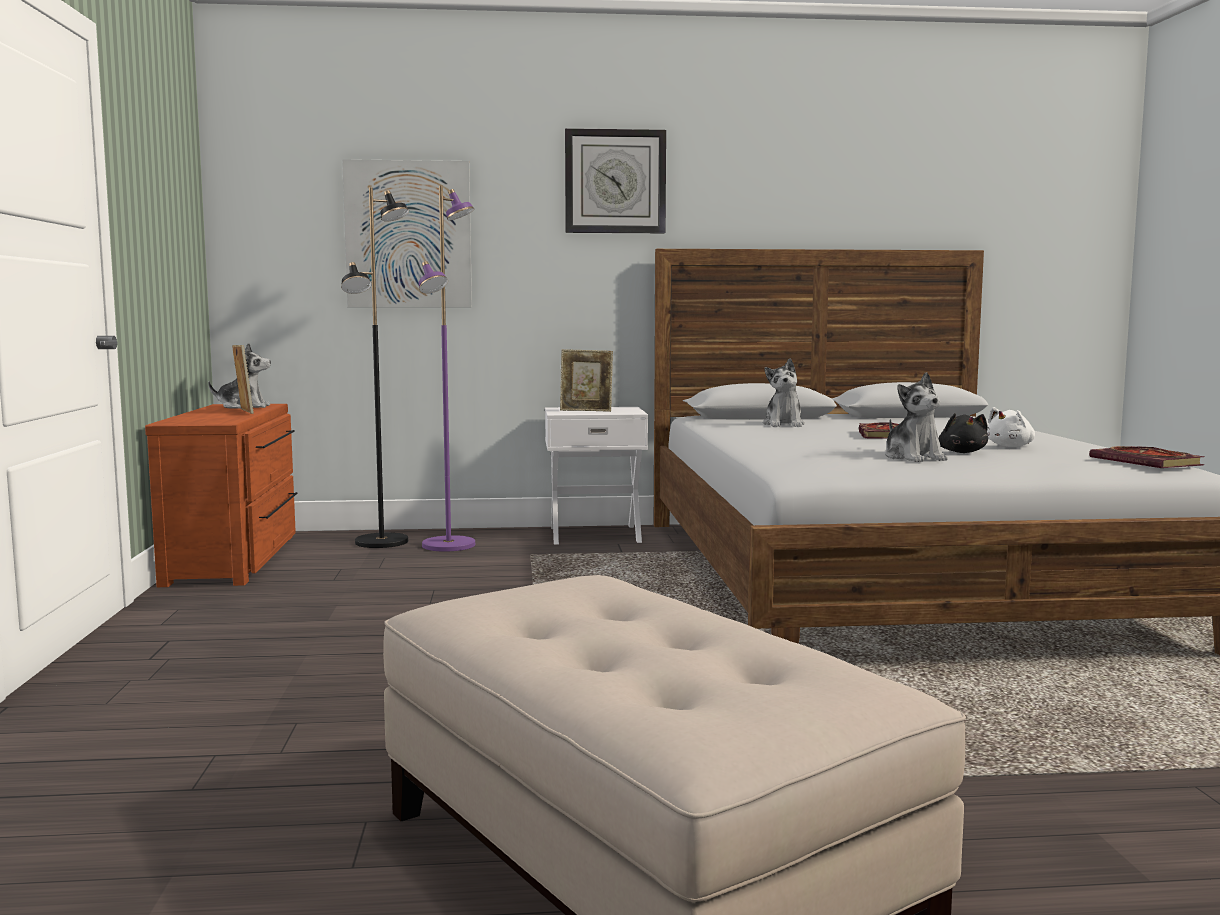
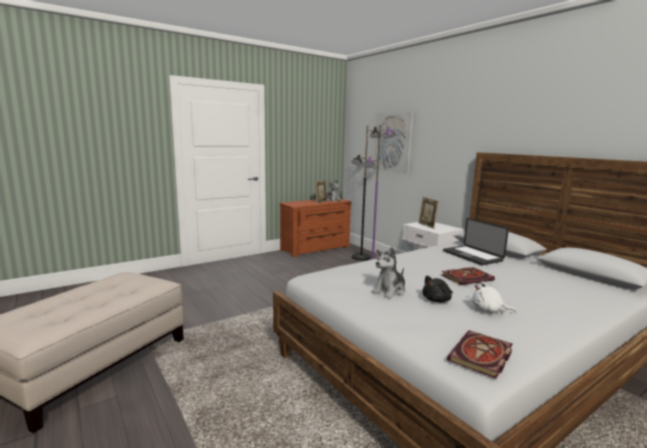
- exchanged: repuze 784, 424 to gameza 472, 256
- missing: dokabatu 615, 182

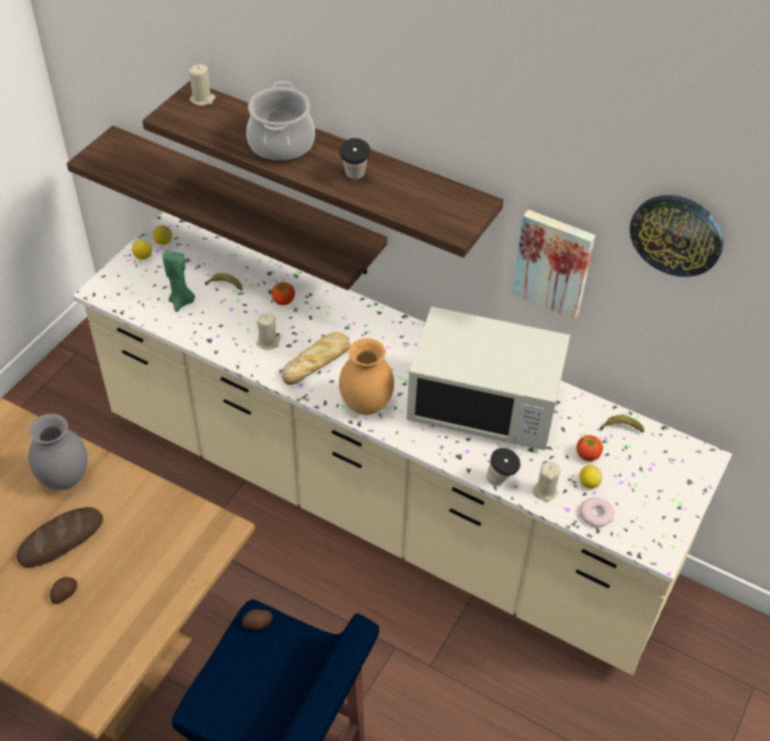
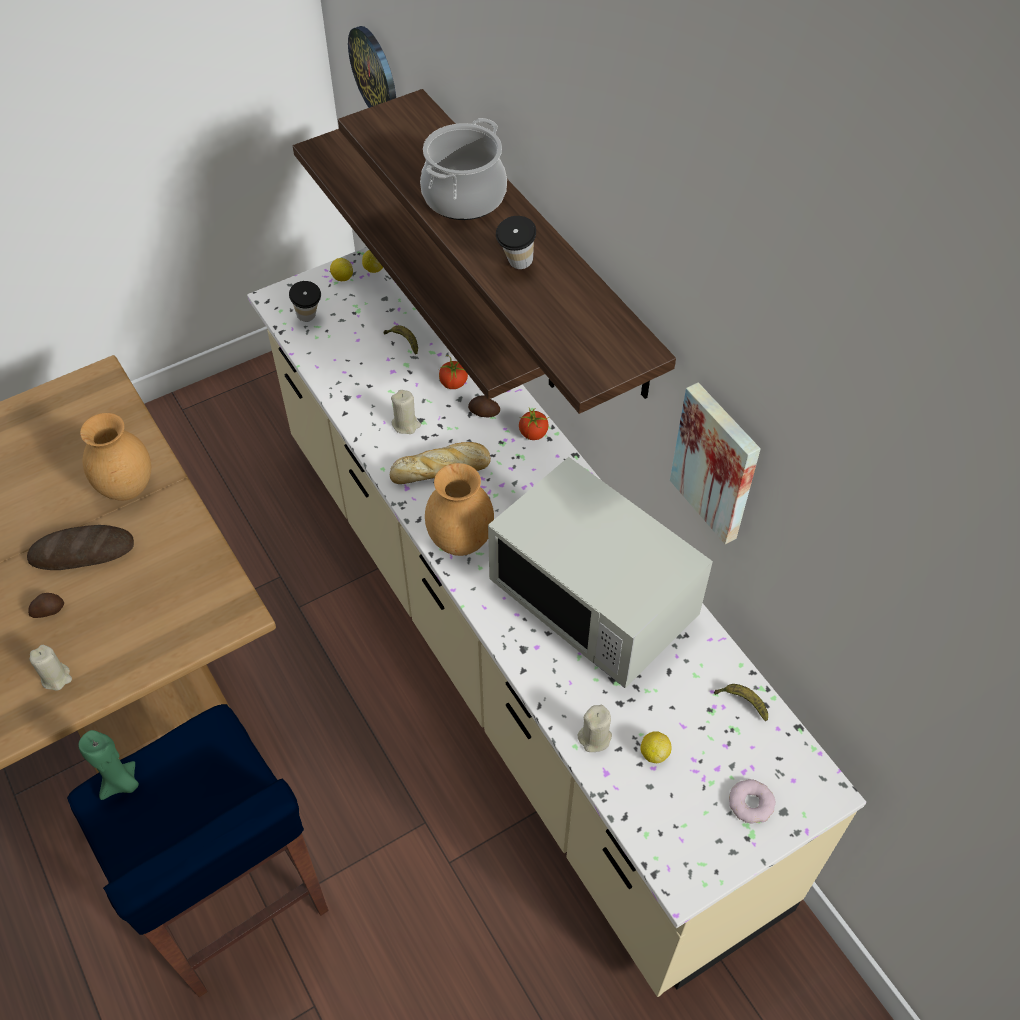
- relocated: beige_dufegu 202, 99 to 56, 677
- relocated: green_dufegu 181, 302 to 121, 783
- colour: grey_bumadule 66, 479 to brown_bumadule 128, 489
- relocated: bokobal 501, 481 to 309, 319
- relocated: dokabatu 677, 234 to 374, 72
- relocated: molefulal 257, 624 to 484, 413
- relocated: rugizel 588, 455 to 533, 434
- relocated: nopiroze 596, 514 to 751, 803

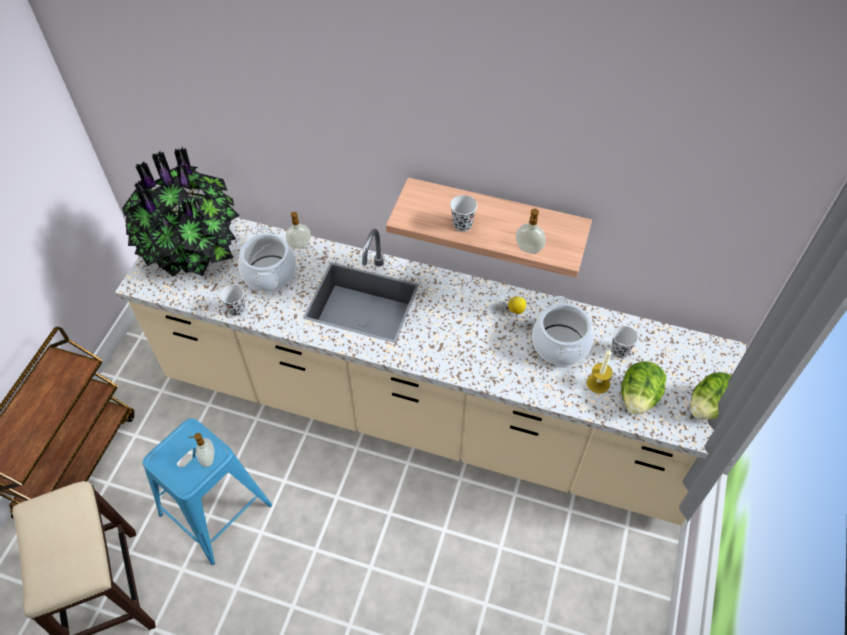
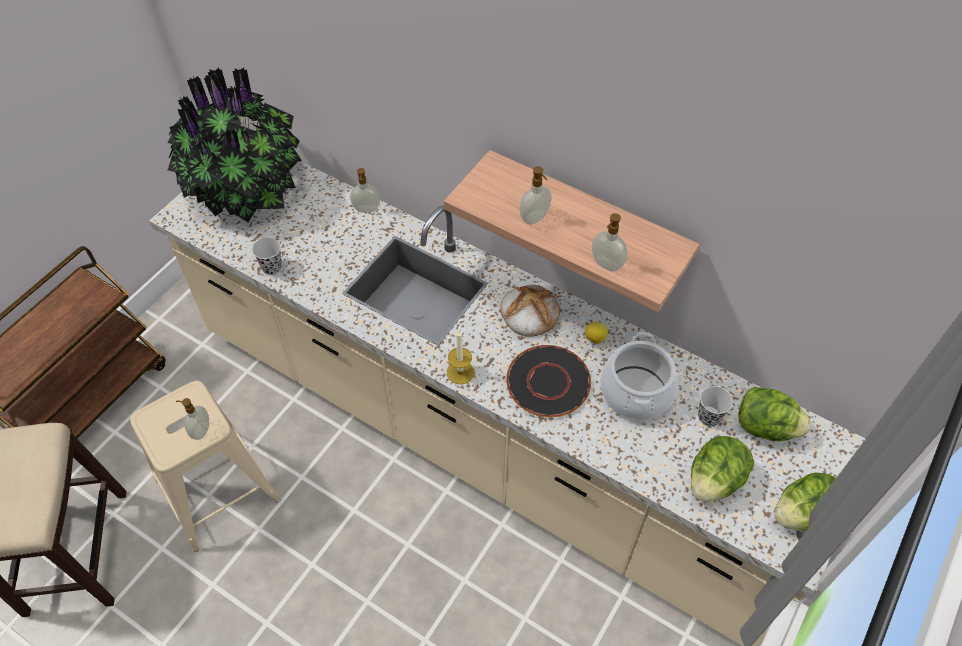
- colour: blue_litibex 215, 509 to beige_litibex 218, 490
- relocated: dufegu 598, 383 to 460, 372
- appeared: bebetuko 529, 312
- appeared: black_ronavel 548, 381
- exchanged: black_bokobal 462, 224 to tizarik 535, 218
- appeared: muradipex 765, 427
- missing: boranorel 270, 273

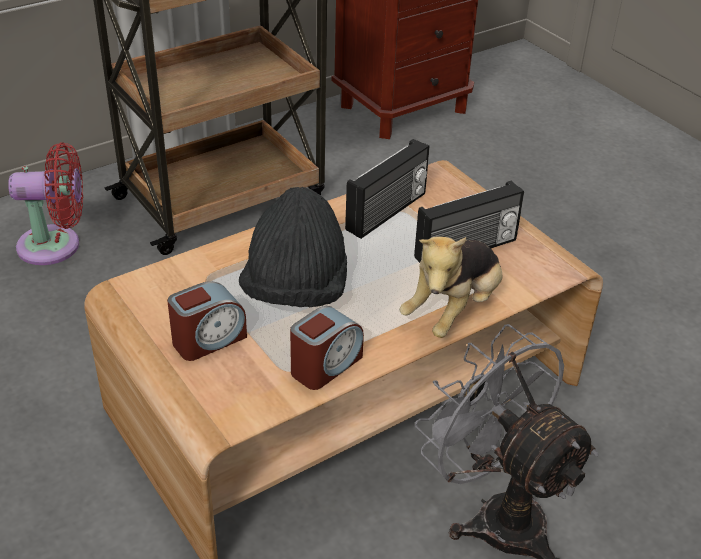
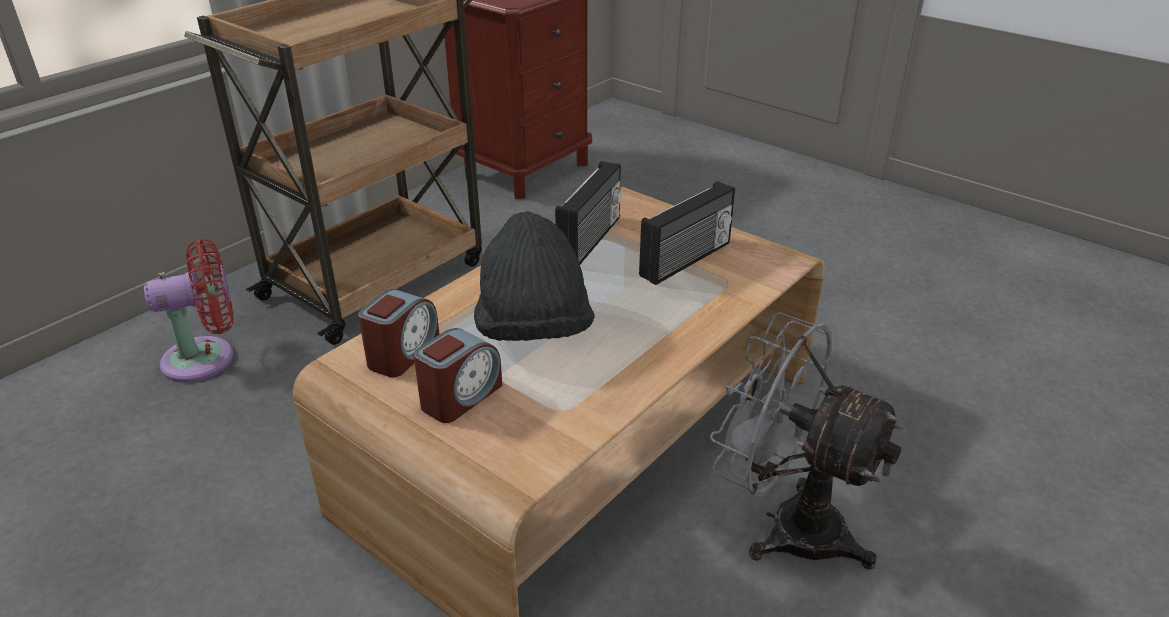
- relocated: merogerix 325, 365 to 403, 353
- missing: repuze 453, 310

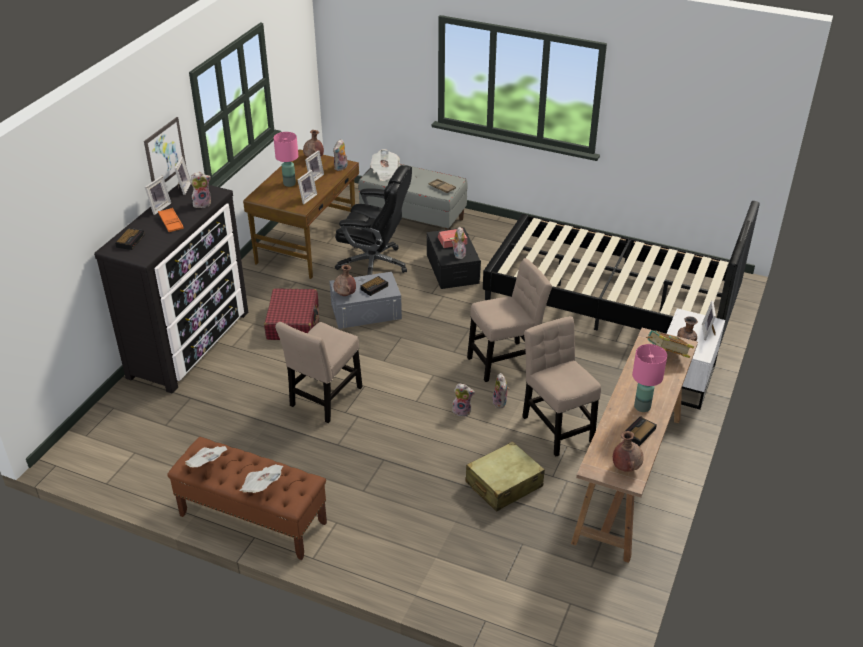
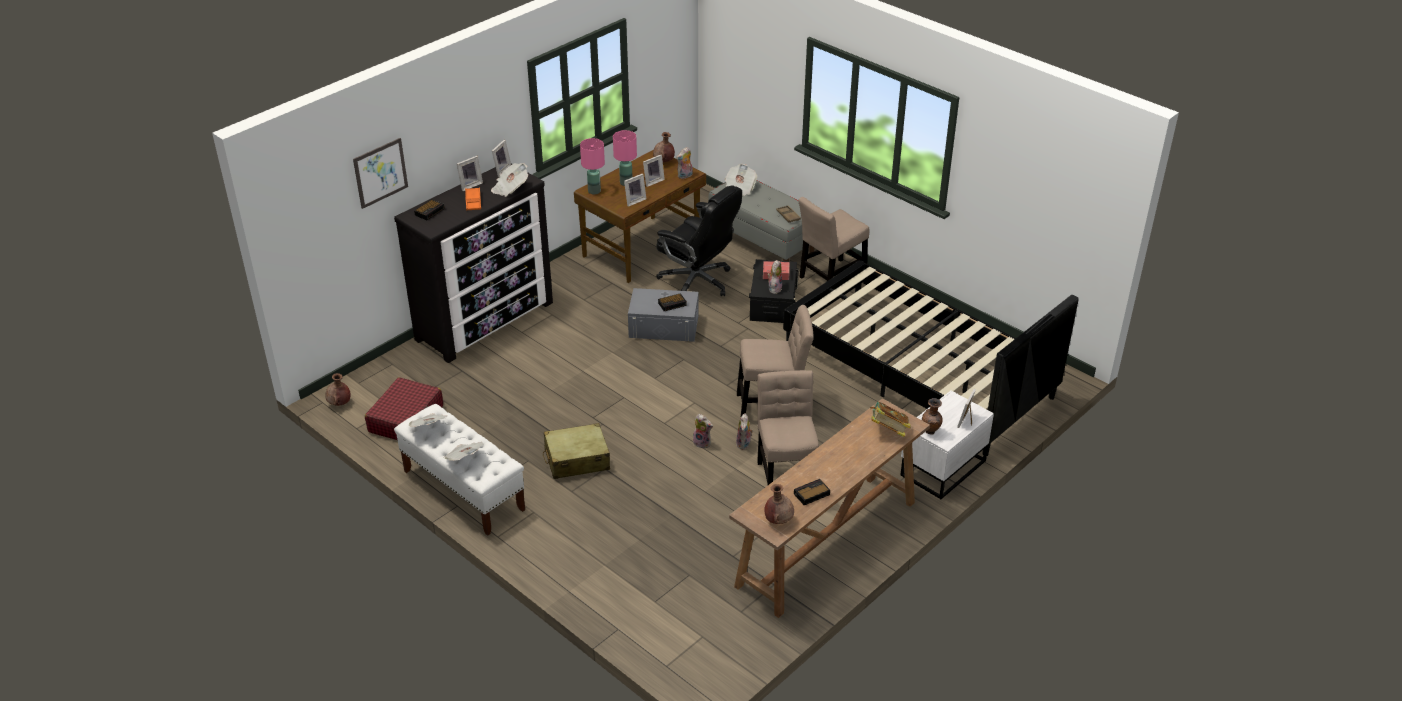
- relocated: brown_bumadule 345, 294 to 339, 404
- relocated: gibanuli 165, 153 to 380, 173
- relocated: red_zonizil 293, 322 to 406, 419
- colour: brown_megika 252, 519 to white_megika 463, 490
- exchanged: repuze 202, 203 to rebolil 510, 188
- relocated: beige_zonizil 503, 484 to 576, 460
- relocated: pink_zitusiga 642, 406 to 594, 191
- relocated: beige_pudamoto 324, 399 to 830, 278

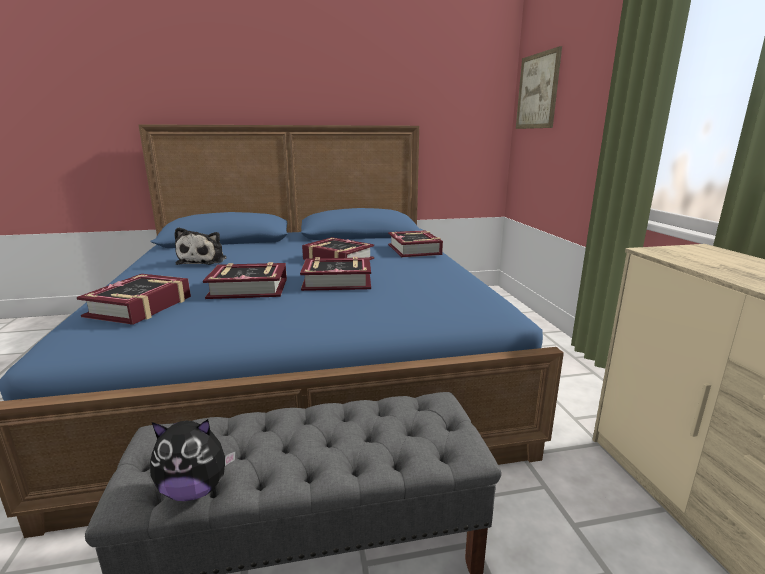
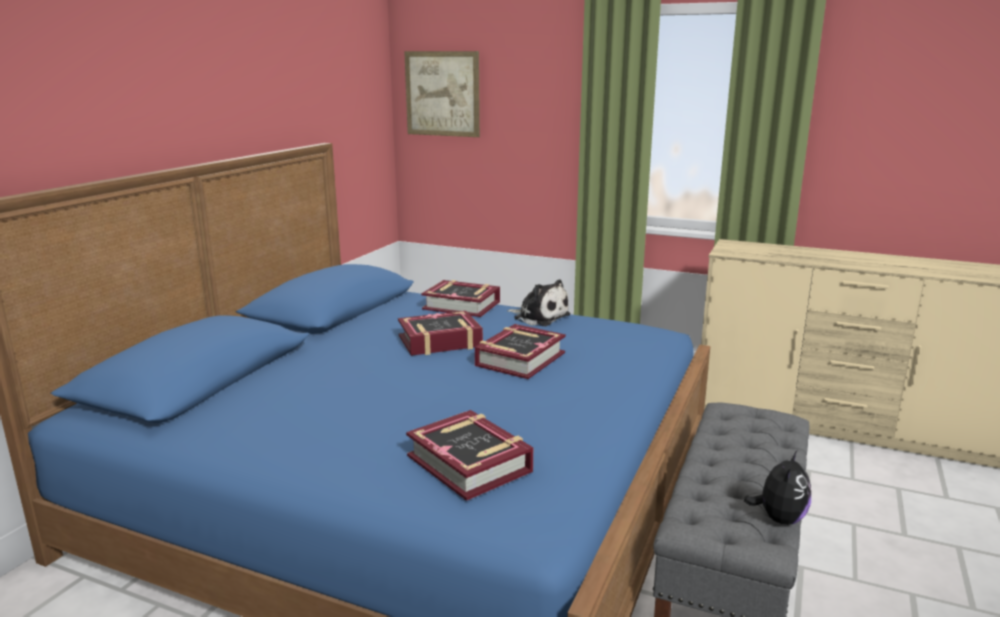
- relocated: repuze 204, 260 to 539, 317
- missing: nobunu 248, 288

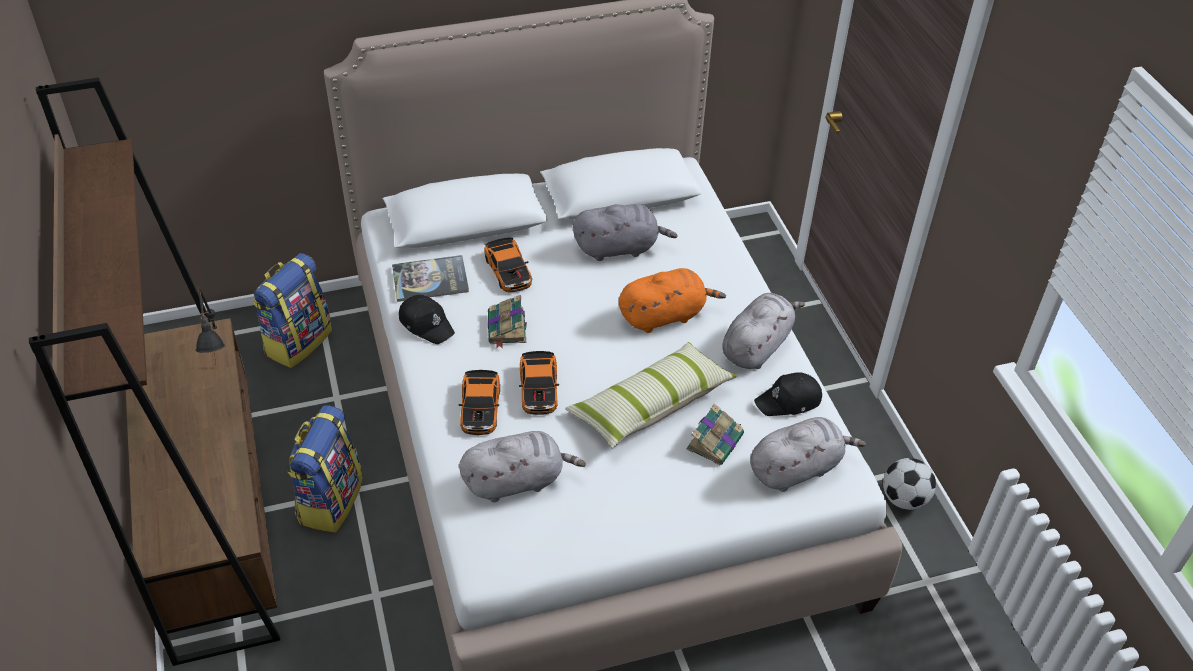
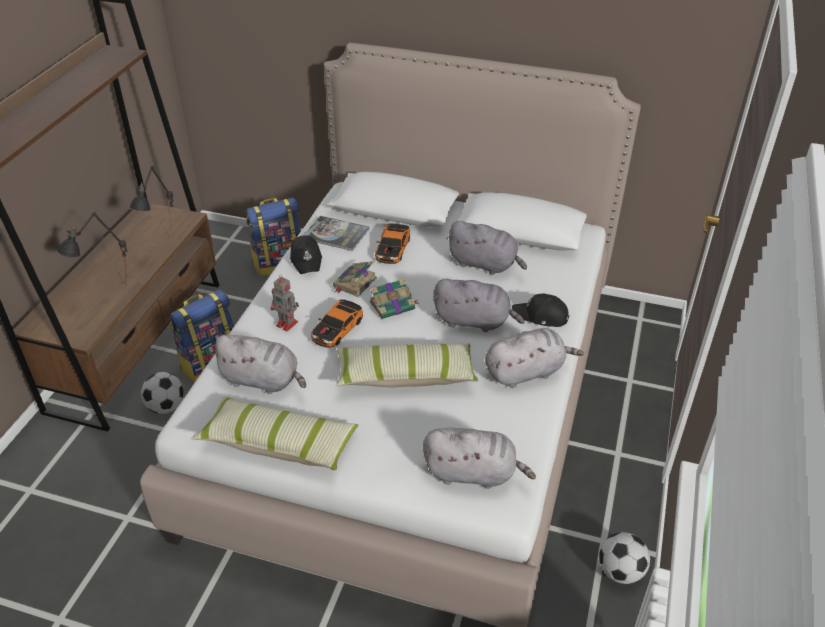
- appeared: black_zitusiga 108, 298
- appeared: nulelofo 166, 406
- appeared: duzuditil 278, 443
- exchanged: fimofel 481, 407 to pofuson 288, 324
- relocated: nobunu 715, 441 to 393, 305
- colour: orange_repuze 664, 315 to grey_repuze 474, 321
- relocated: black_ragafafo 789, 401 to 541, 316

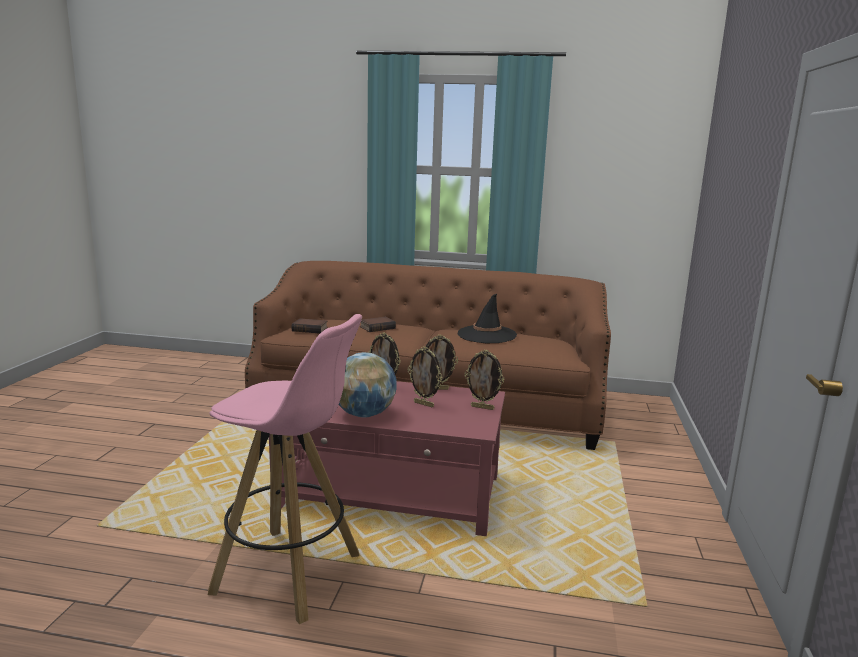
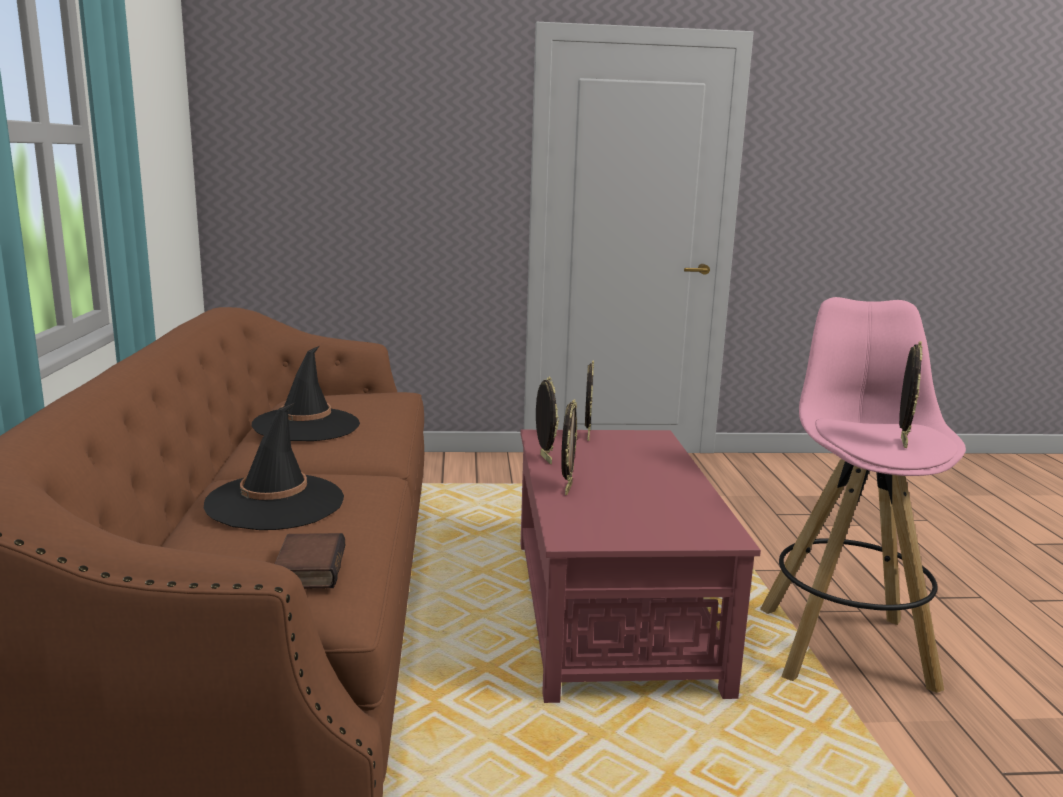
- exchanged: nobunu 377, 327 to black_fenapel 275, 502
- relocated: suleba 424, 404 to 902, 442
- missing: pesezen 364, 414

